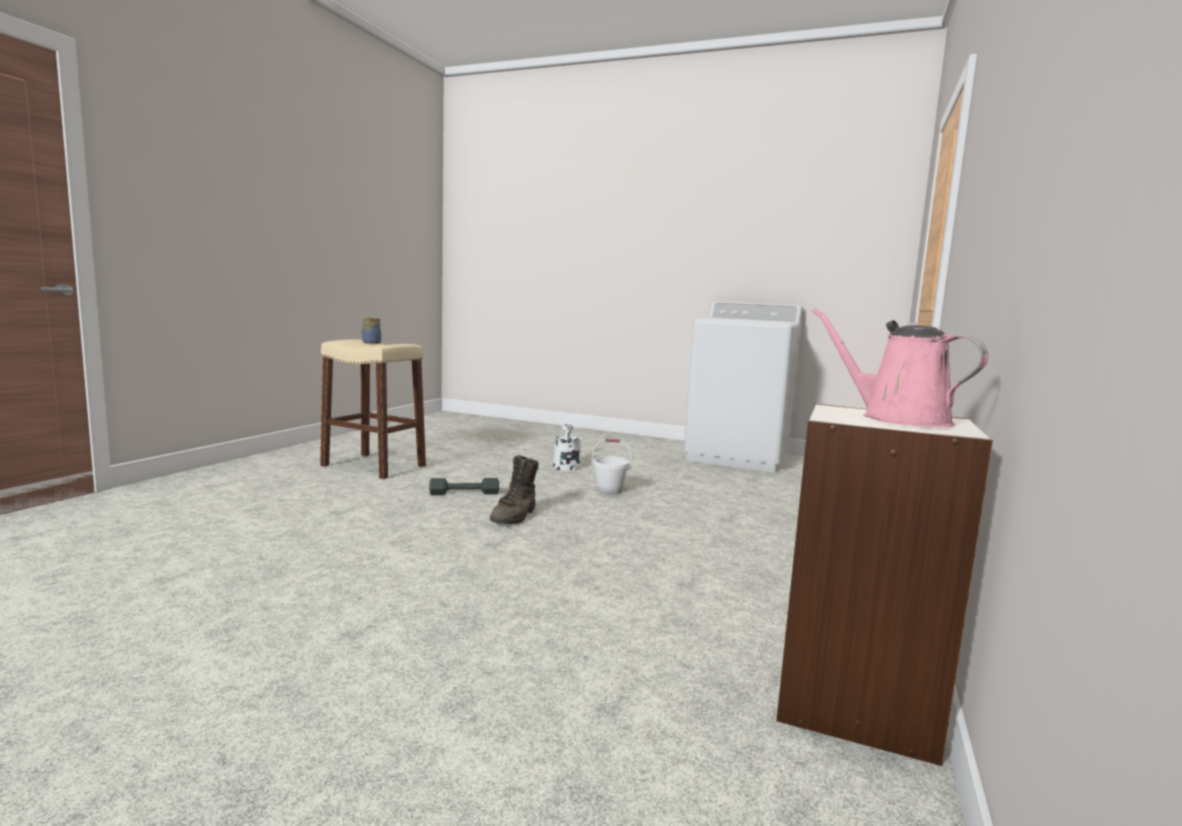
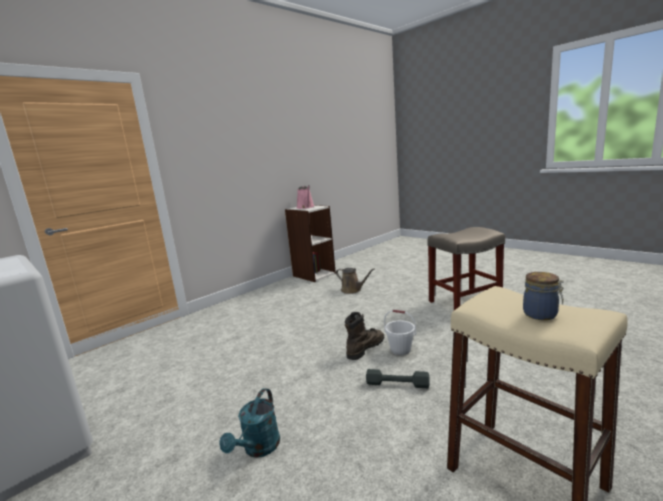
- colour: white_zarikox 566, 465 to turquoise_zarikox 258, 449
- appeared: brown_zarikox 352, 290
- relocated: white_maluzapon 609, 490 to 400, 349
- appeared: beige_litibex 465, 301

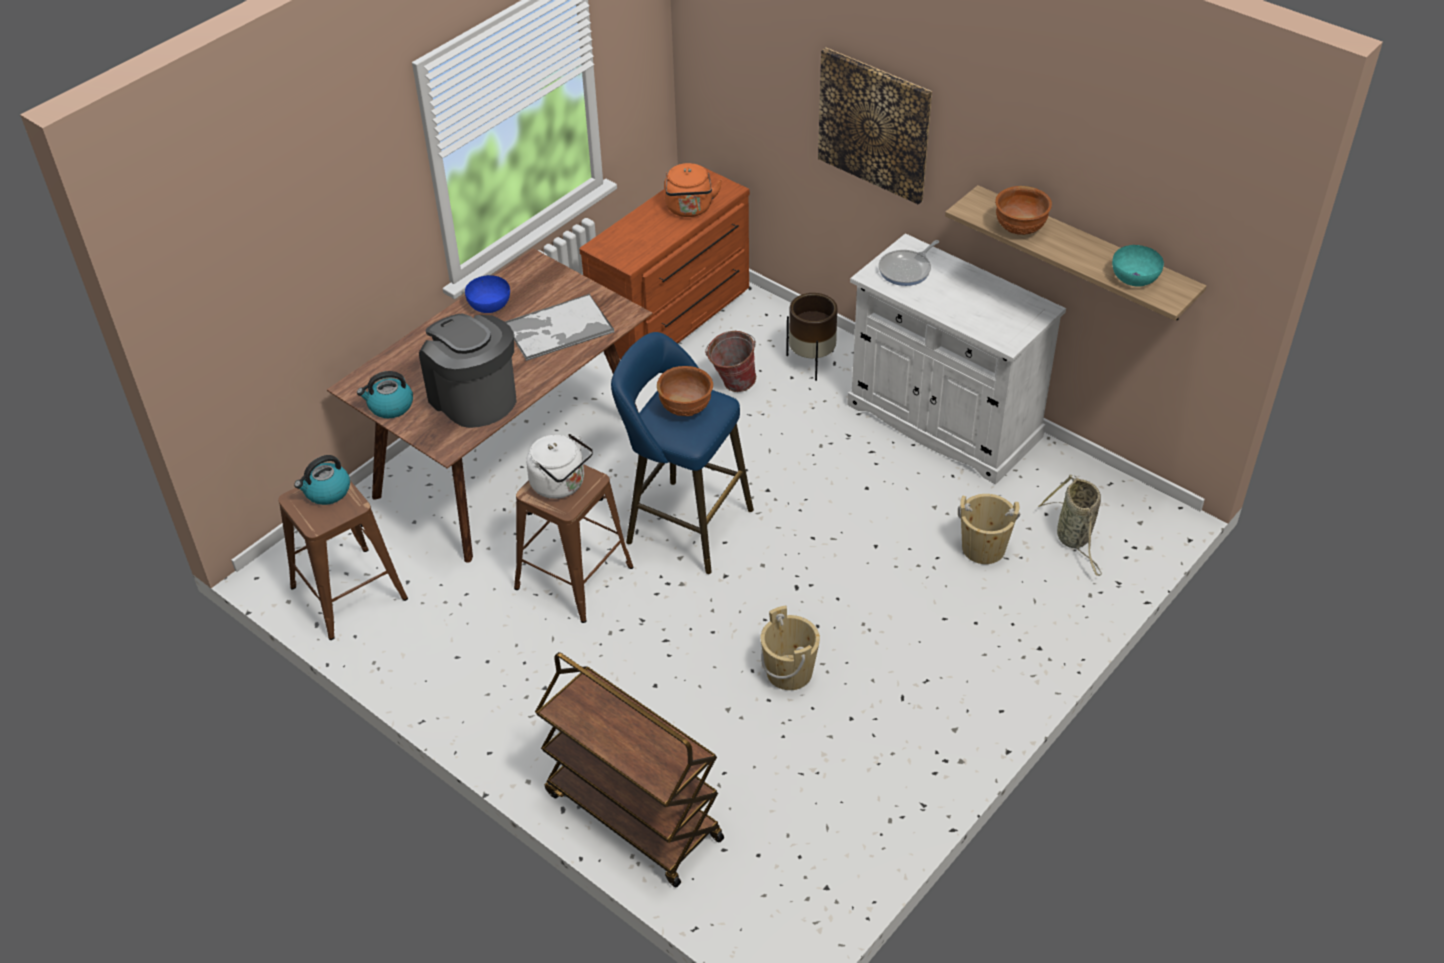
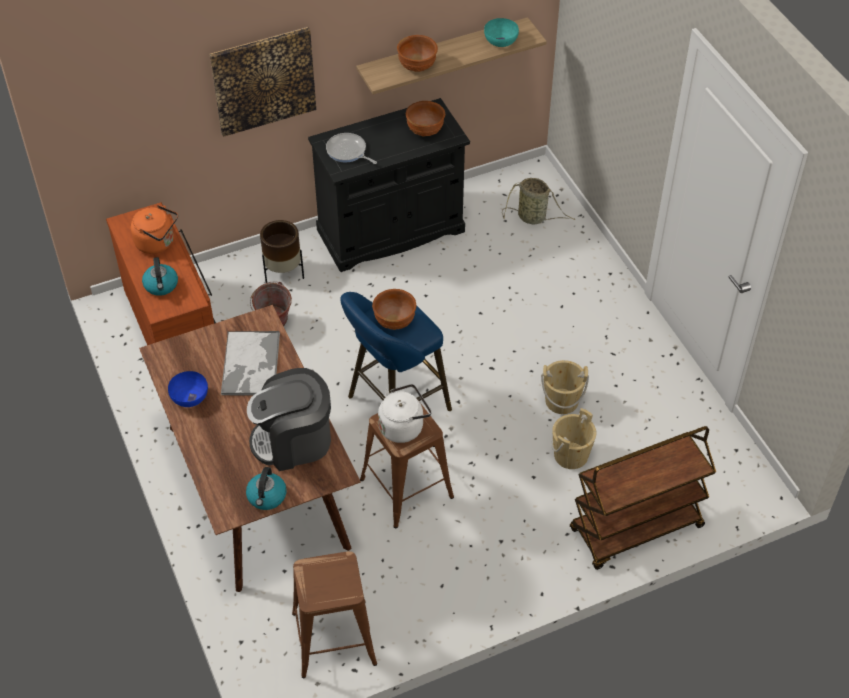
- relocated: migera 327, 492 to 161, 285
- colour: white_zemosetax 943, 421 to black_zemosetax 391, 231
- spun: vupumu 907, 270 = 348, 151 150 degrees clockwise
- appeared: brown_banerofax 425, 131
- relocated: beige_maluzapon 983, 548 to 571, 455

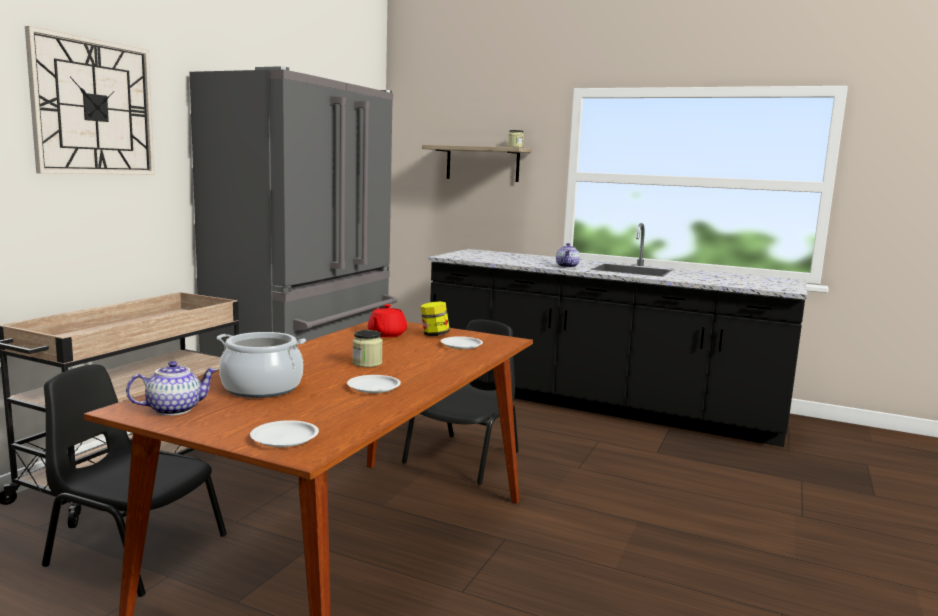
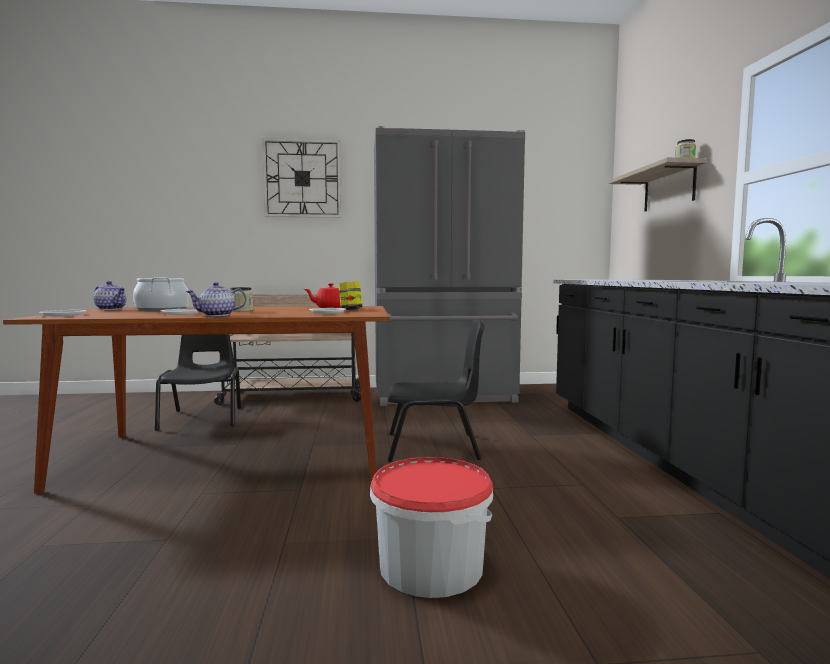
- relocated: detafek 567, 266 to 217, 315
- appeared: maluzapon 431, 566

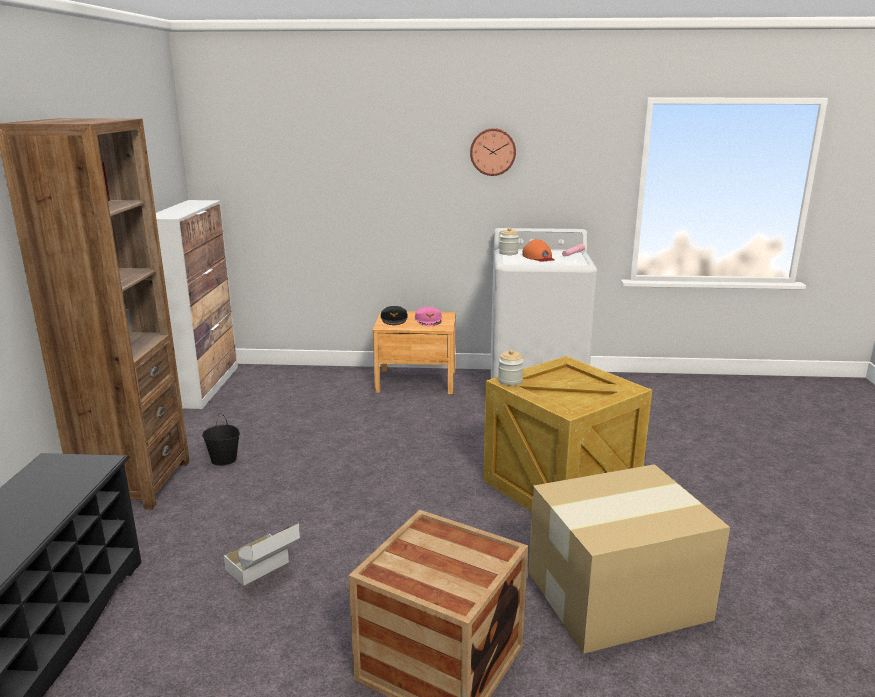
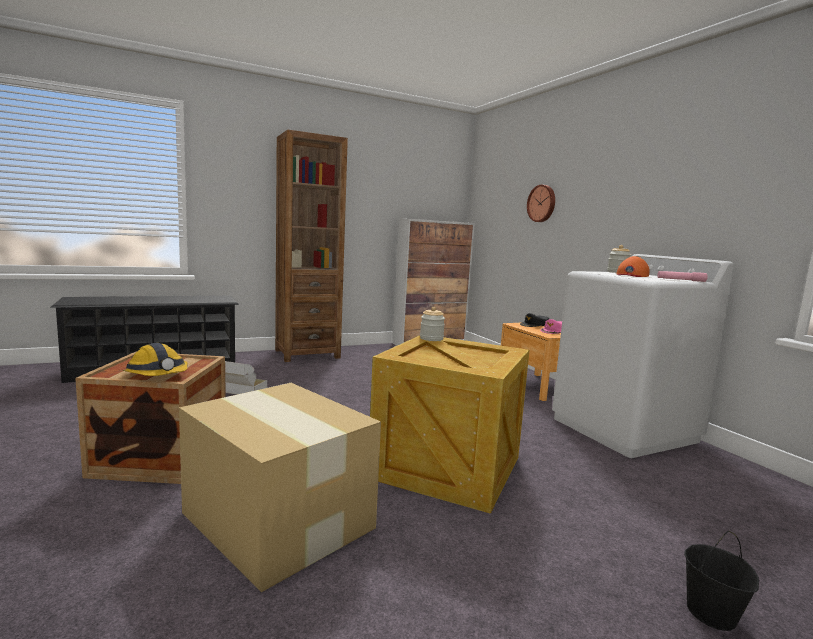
- appeared: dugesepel 157, 376
- relocated: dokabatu 492, 152 to 542, 203
- relocated: black_maluzapon 224, 459 to 712, 614

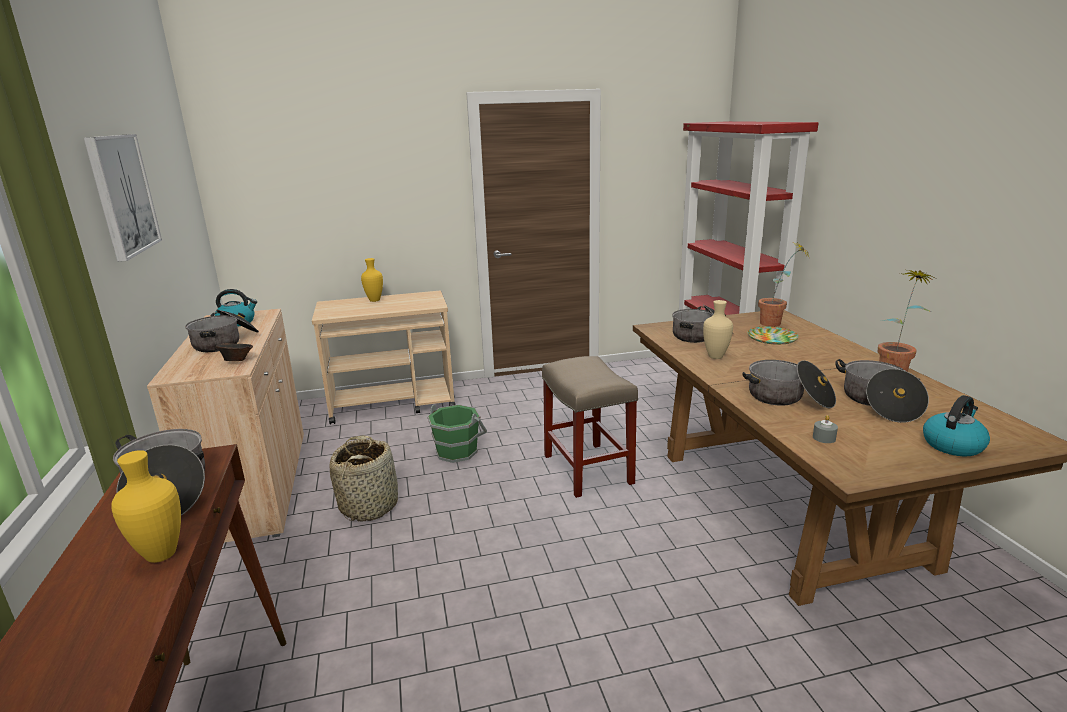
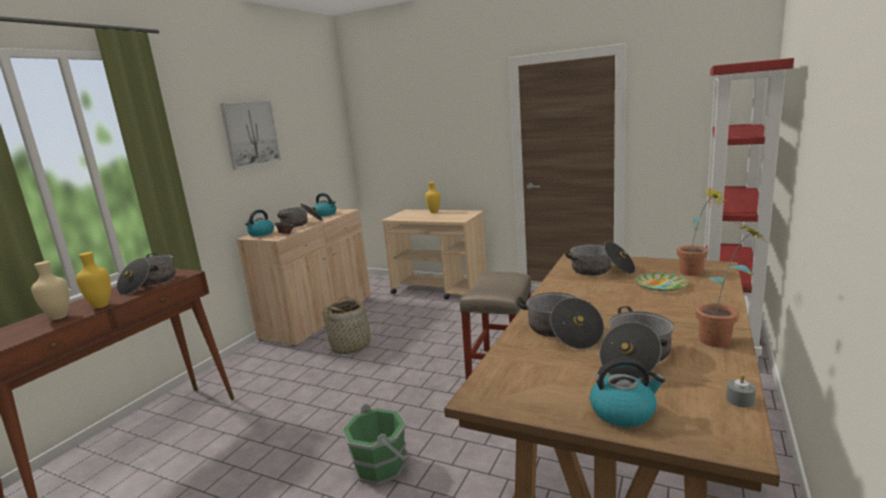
- relocated: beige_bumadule 716, 357 to 59, 318
- appeared: migera 261, 234
- relocated: green_maluzapon 457, 451 to 380, 466
- relocated: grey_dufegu 824, 438 to 740, 400

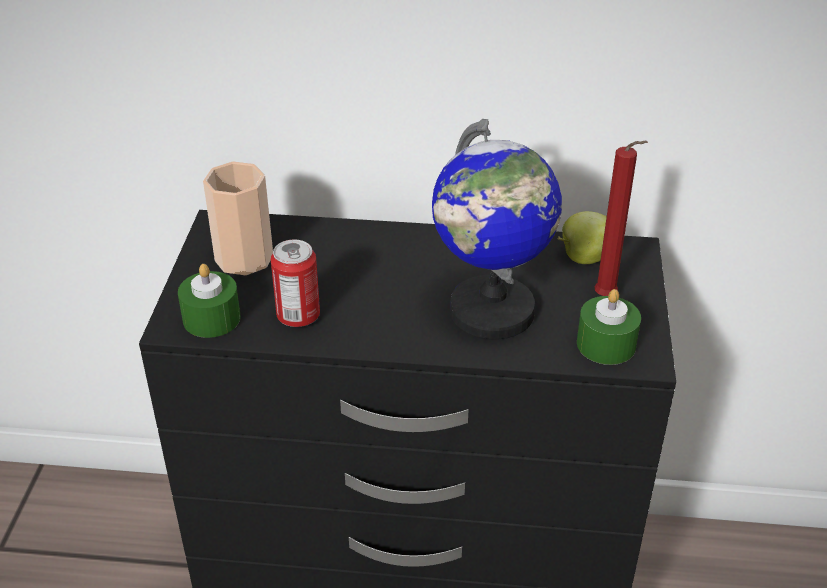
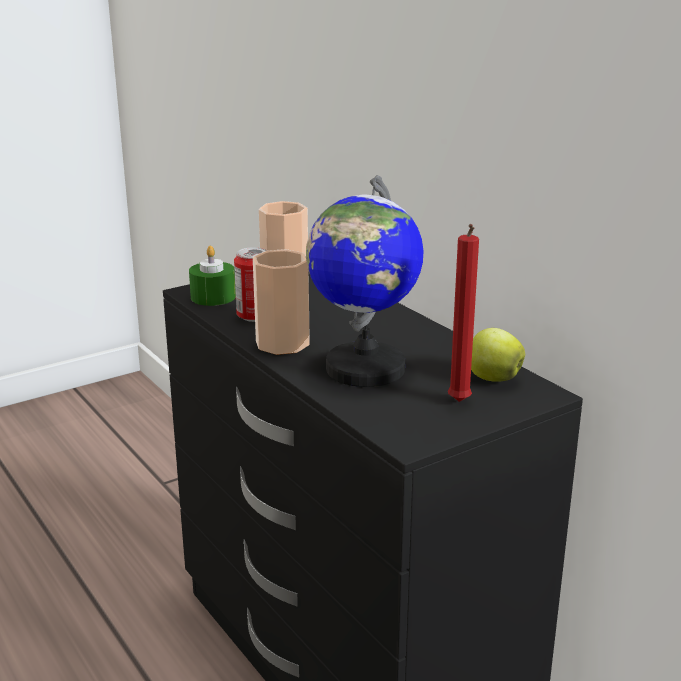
- appeared: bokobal 282, 343
- missing: green_dufegu 606, 344

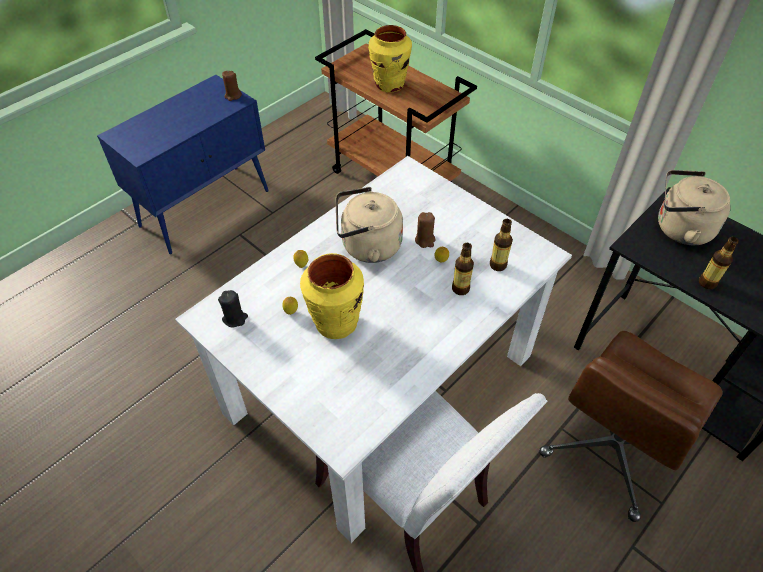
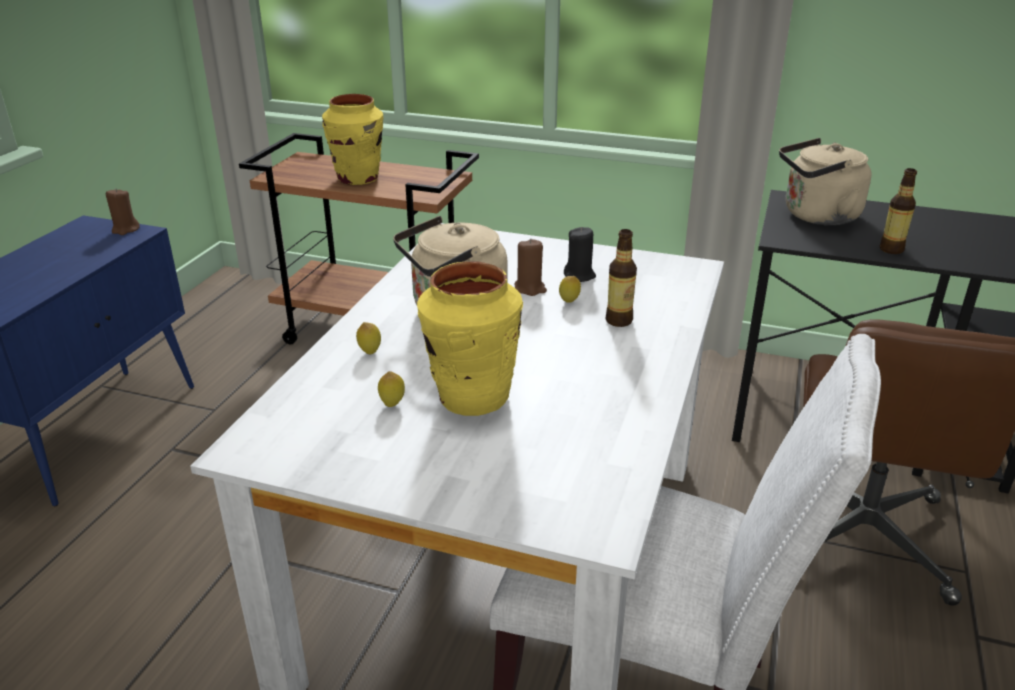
- relocated: black_dufegu 235, 318 to 579, 276
- missing: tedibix 498, 265

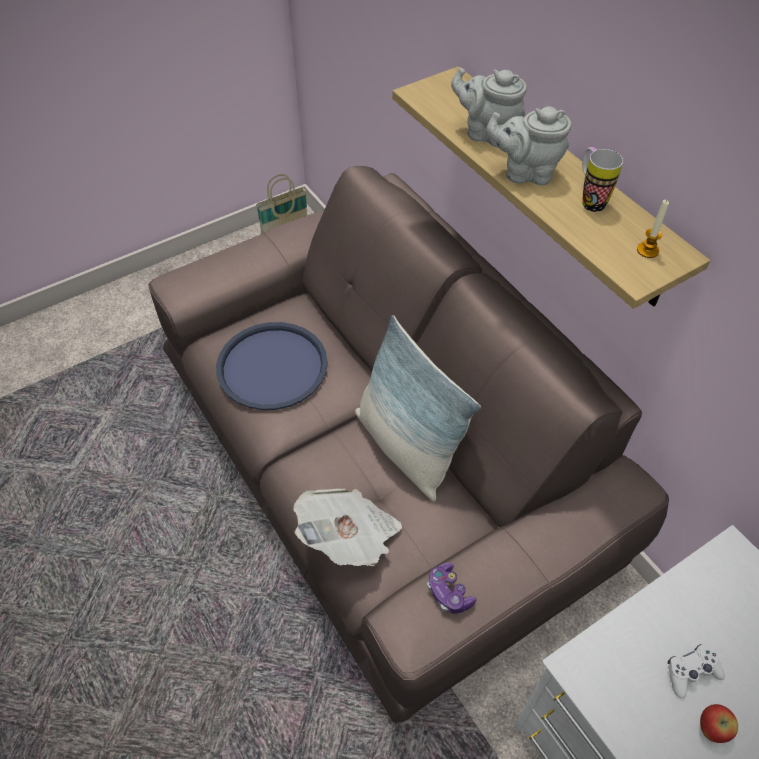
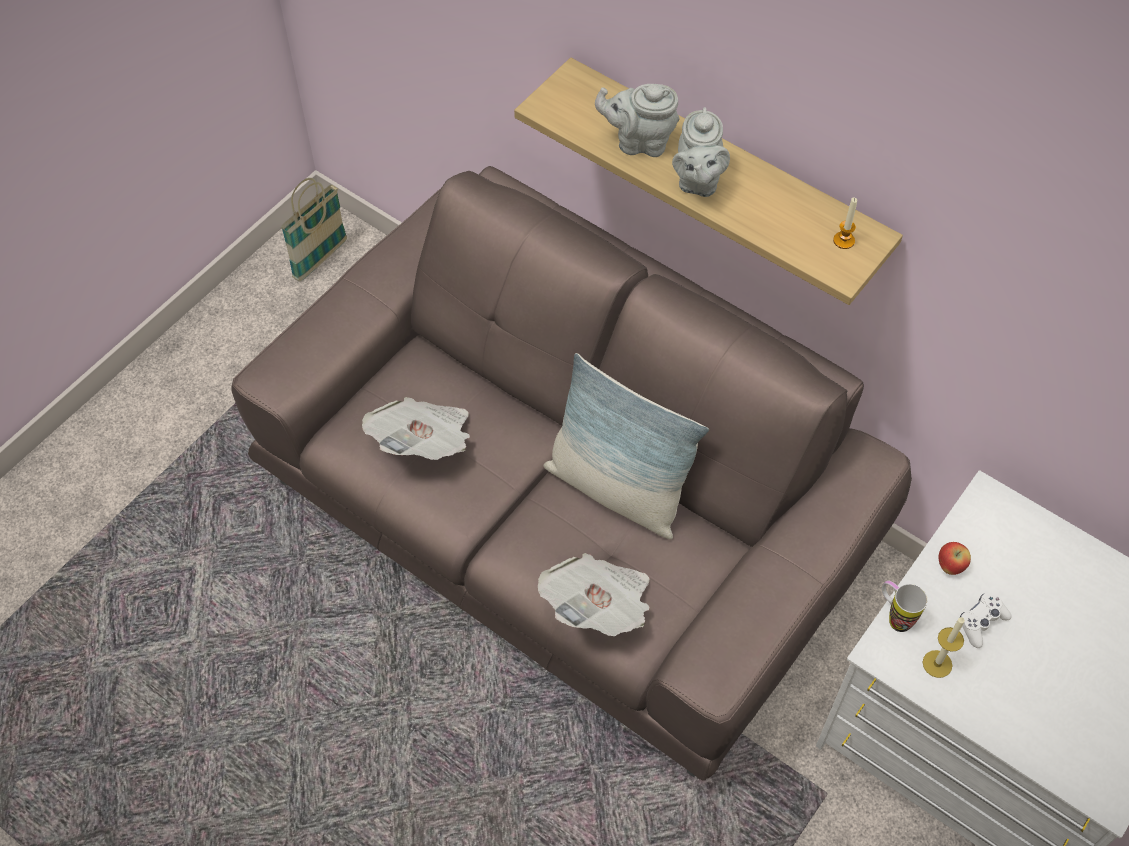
- exchanged: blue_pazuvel 272, 366 to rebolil 424, 442
- spun: grey_detafek 525, 173 = 697, 182 75 degrees counterclockwise
- relocated: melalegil 589, 199 to 894, 616
- appeared: dufegu 937, 664
- relocated: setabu 711, 728 to 950, 566
- missing: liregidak 448, 592

